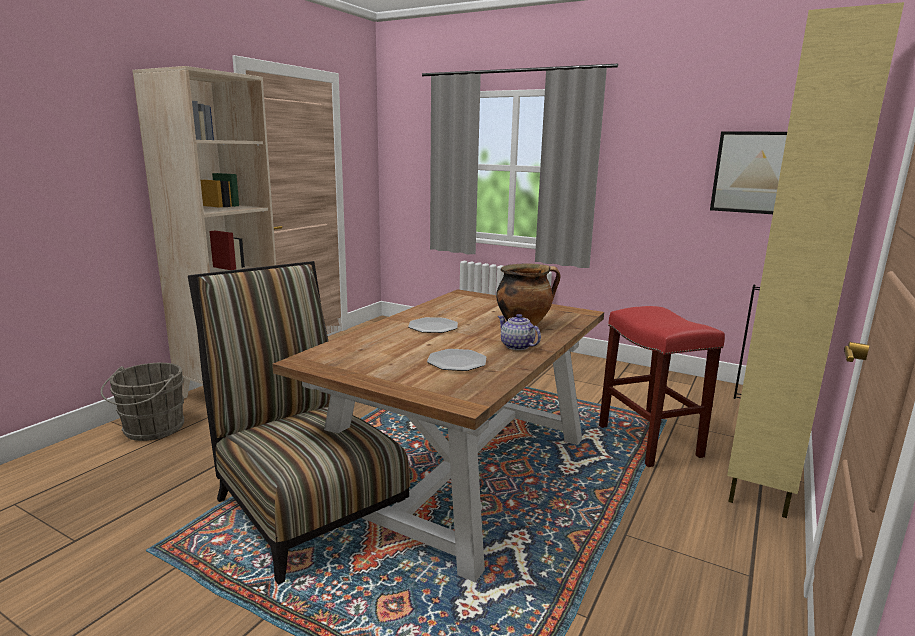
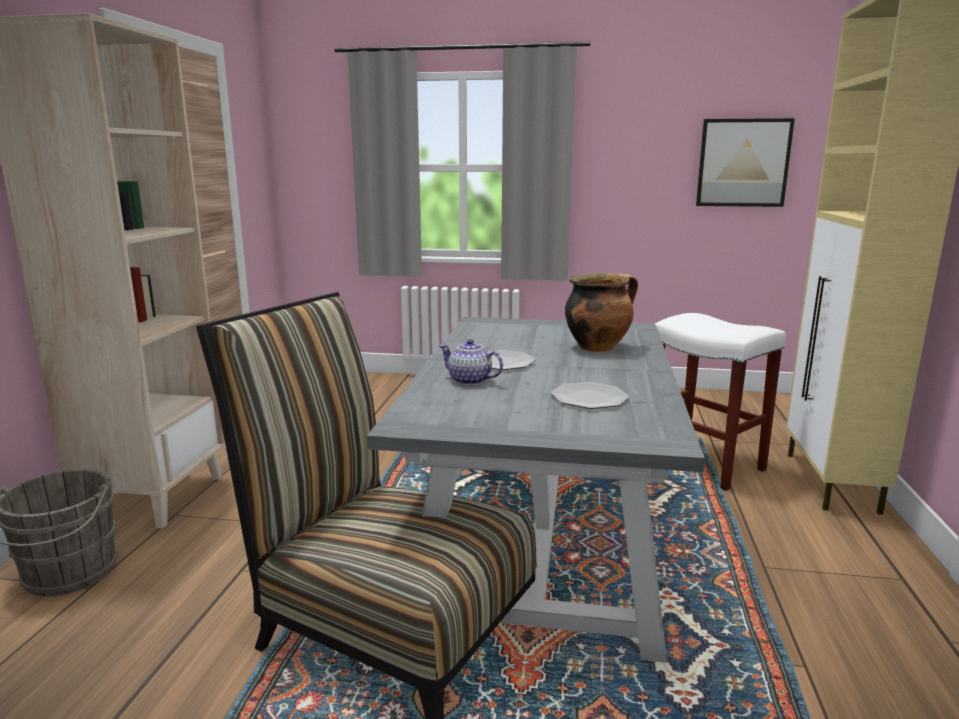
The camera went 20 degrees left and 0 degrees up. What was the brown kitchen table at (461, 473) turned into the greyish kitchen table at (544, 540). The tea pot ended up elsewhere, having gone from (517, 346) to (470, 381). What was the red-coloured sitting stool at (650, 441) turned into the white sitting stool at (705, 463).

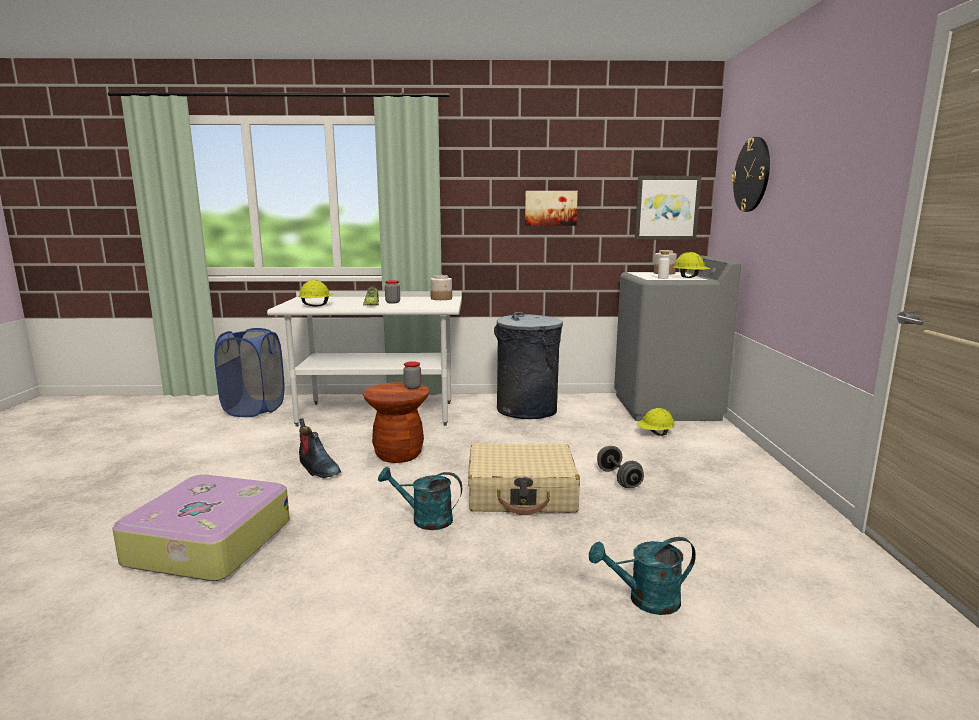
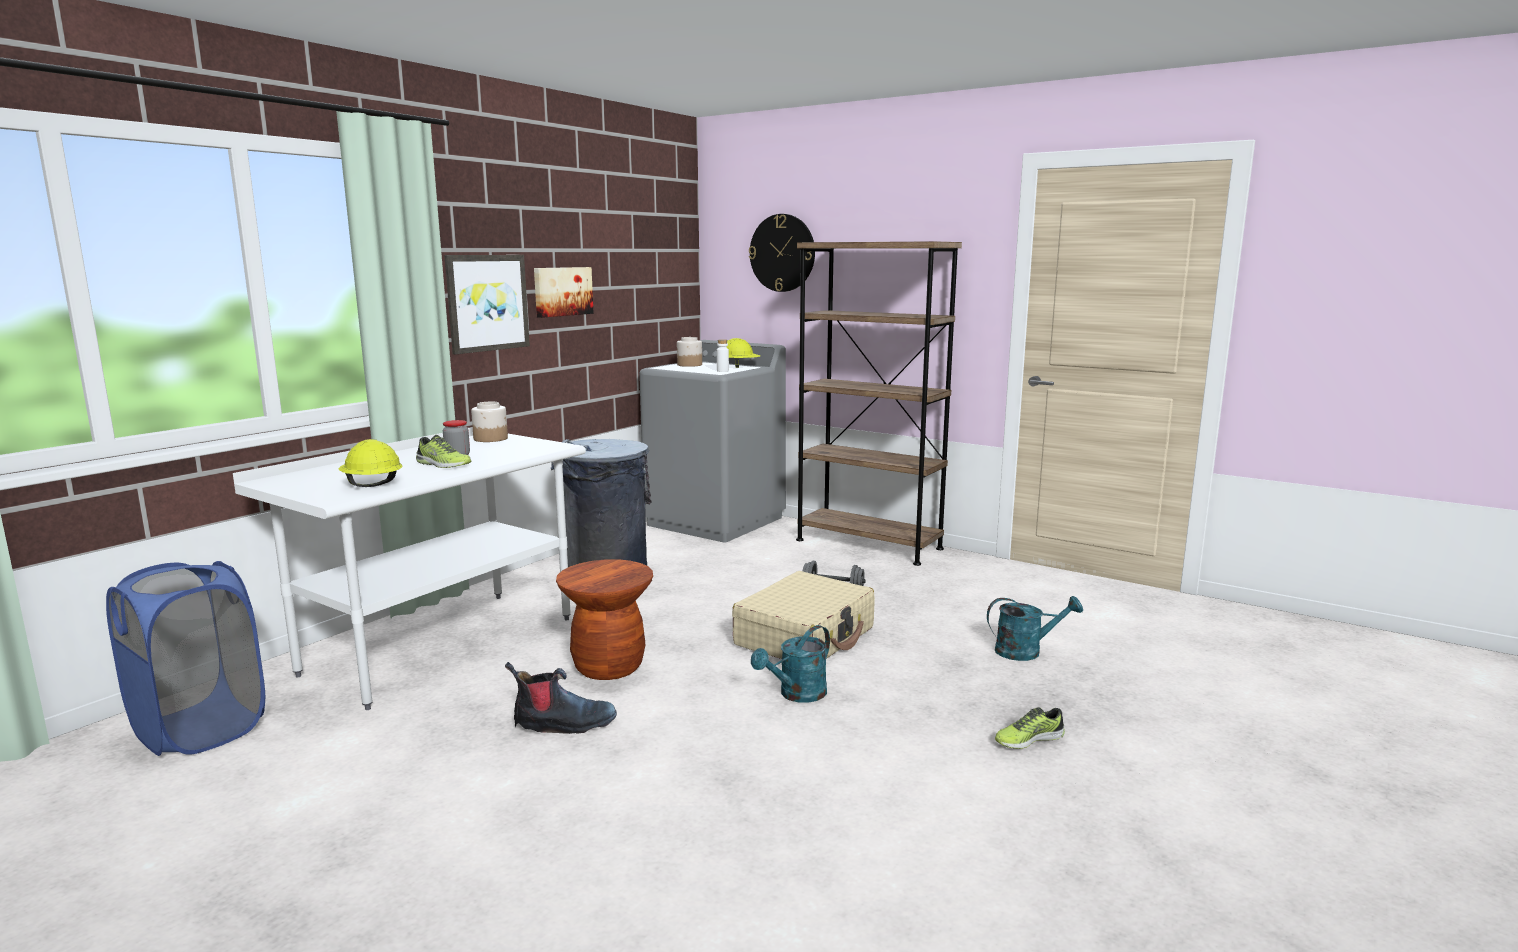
The camera went 55 degrees left and 0 degrees up. The wall art ended up elsewhere, having gone from (666, 208) to (487, 303). The second view gained the brown shelving unit at (868, 544). The blue-green watering can at (645, 600) ended up facing another way, 120 degrees counterclockwise from before. The second view gained the item of footwear at (1028, 739). The second view lost the travel case at (207, 543). The second view lost the preserve jar at (412, 387). The second view lost the yellow hard hat at (655, 434).

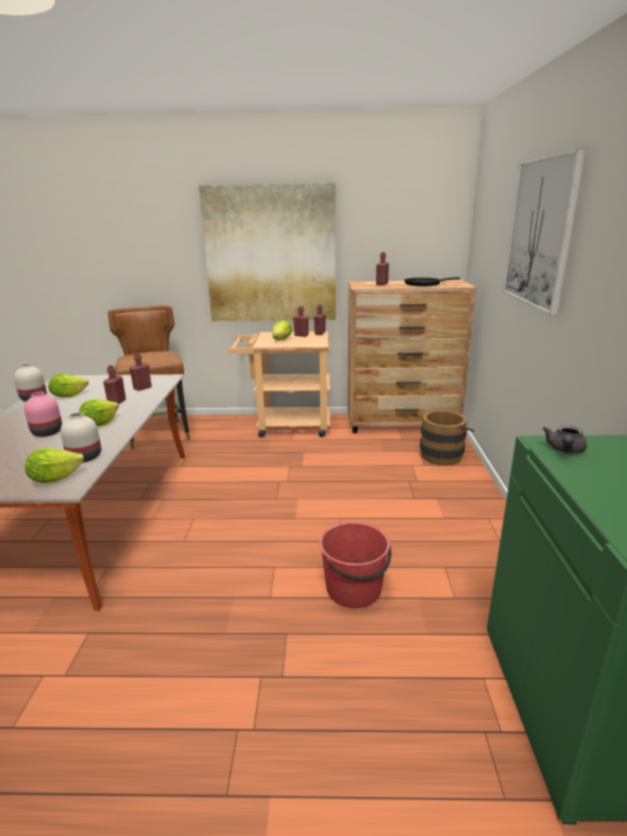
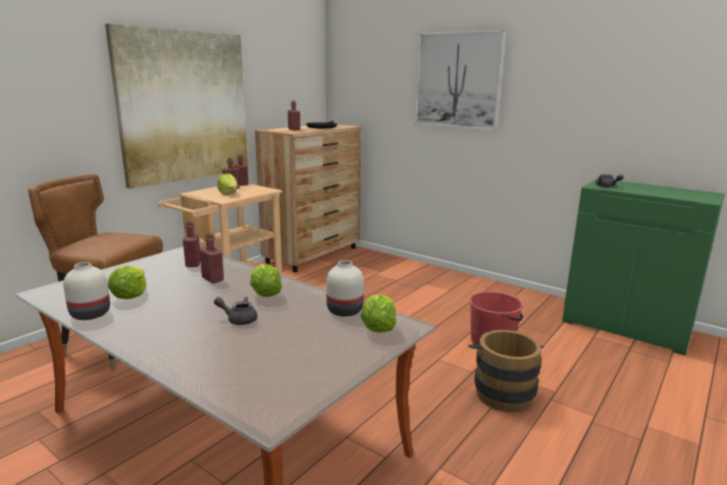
The camera went 55 degrees left and 5 degrees down. Where the pinkish flower vase stood at (46, 432), the greyish tea pot came to stand at (238, 319). The brown pail ended up elsewhere, having gone from (443, 454) to (502, 391).

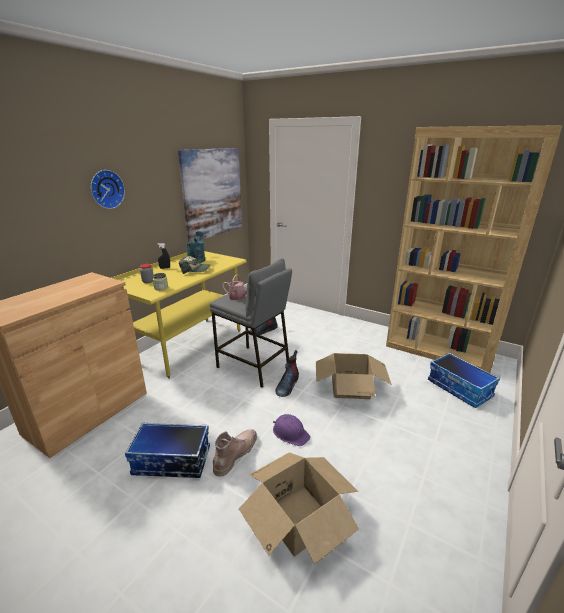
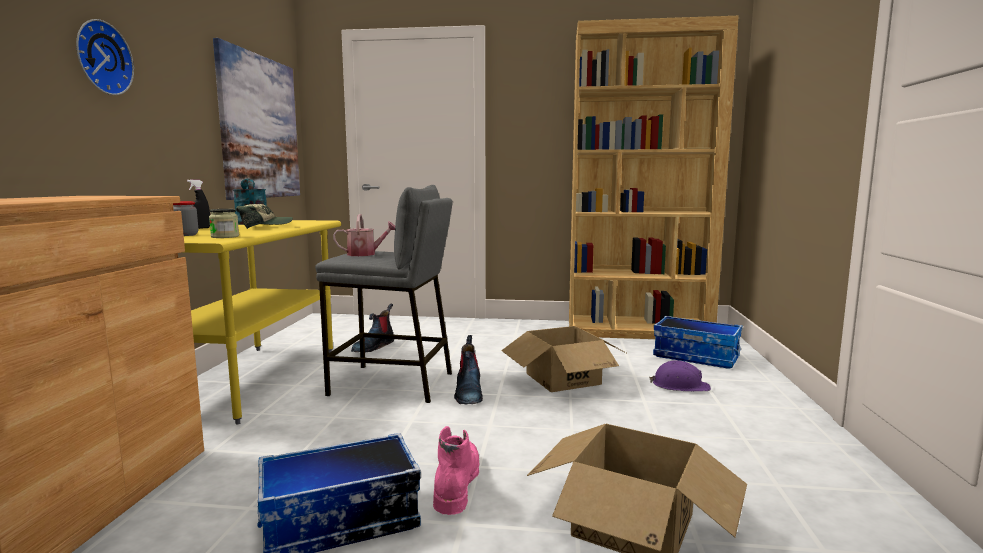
The camera went 25 degrees left and 15 degrees down. What was the brown tall boot at (235, 454) turned into the pinkish tall boot at (456, 482). The purple-coloured hard hat ended up elsewhere, having gone from (290, 433) to (680, 385).

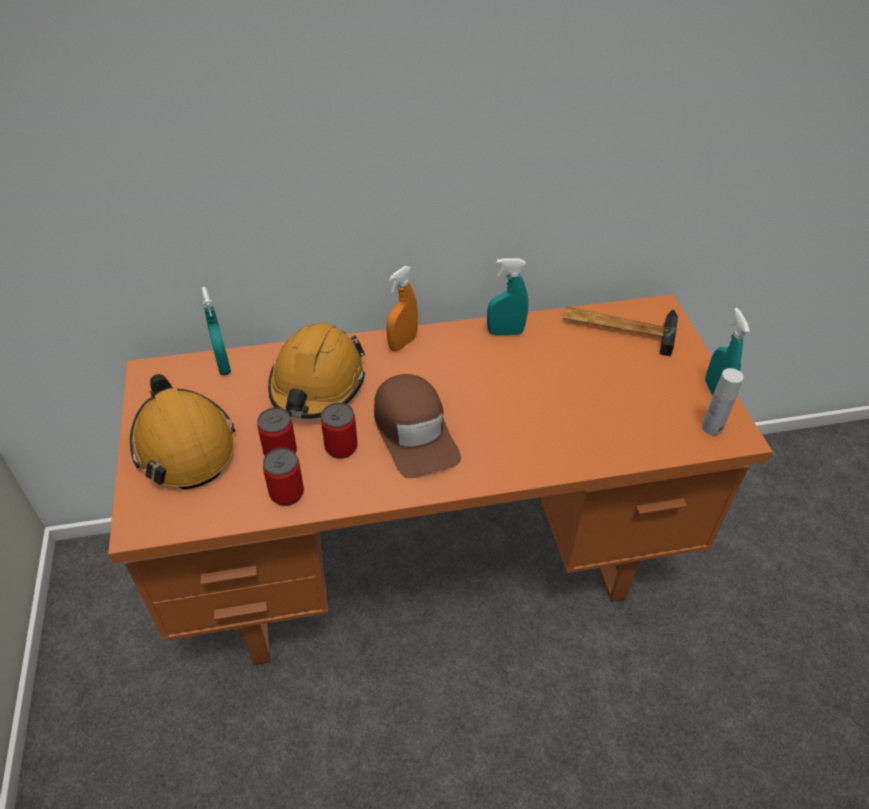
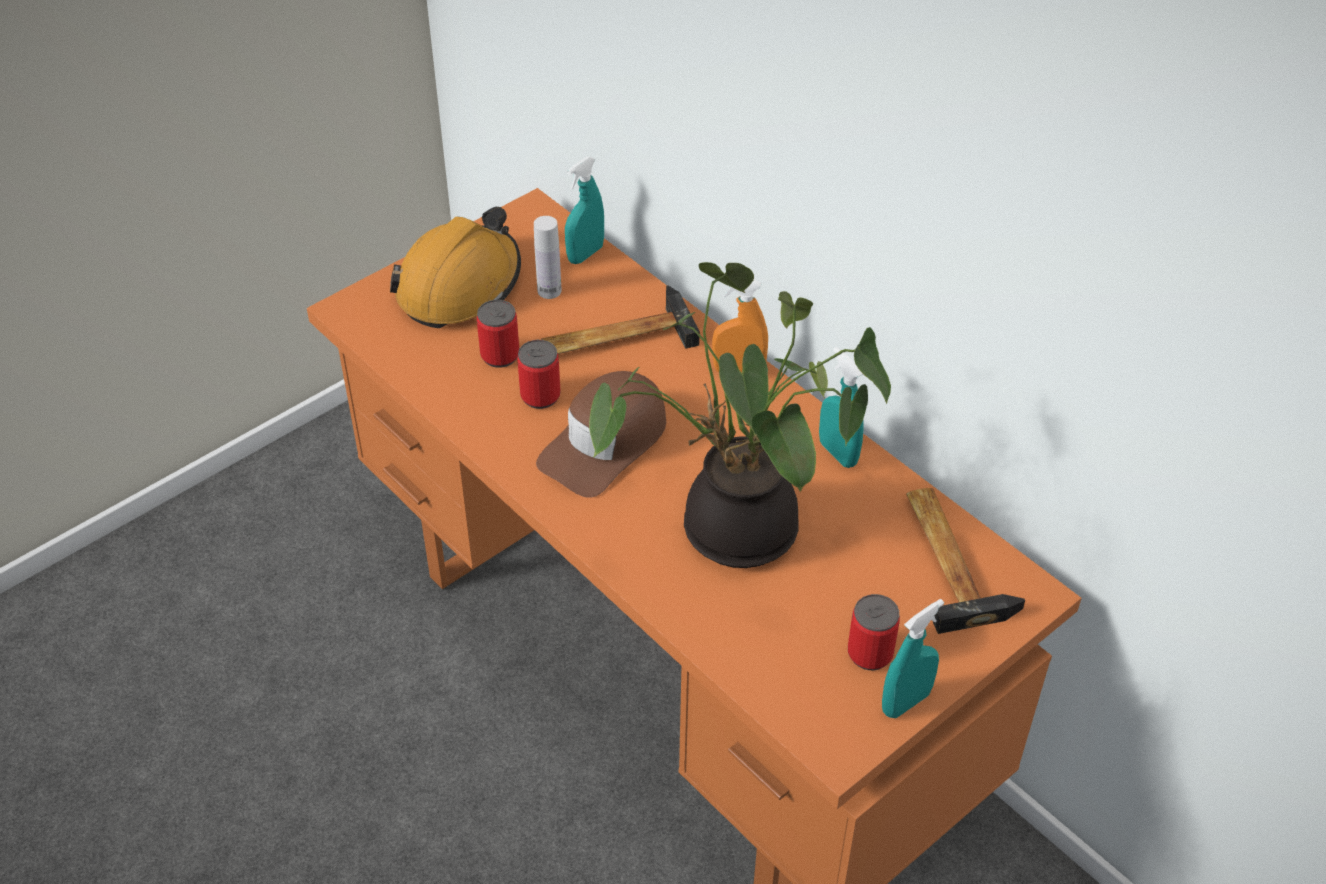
The camera went 60 degrees right and 0 degrees up. The white beverage bottle ended up elsewhere, having gone from (712, 427) to (549, 291). Where the orange hard hat stood at (317, 384), the tool hammer came to stand at (616, 335). The second view gained the potted plant at (733, 536). The metal can ended up elsewhere, having gone from (287, 493) to (870, 653).

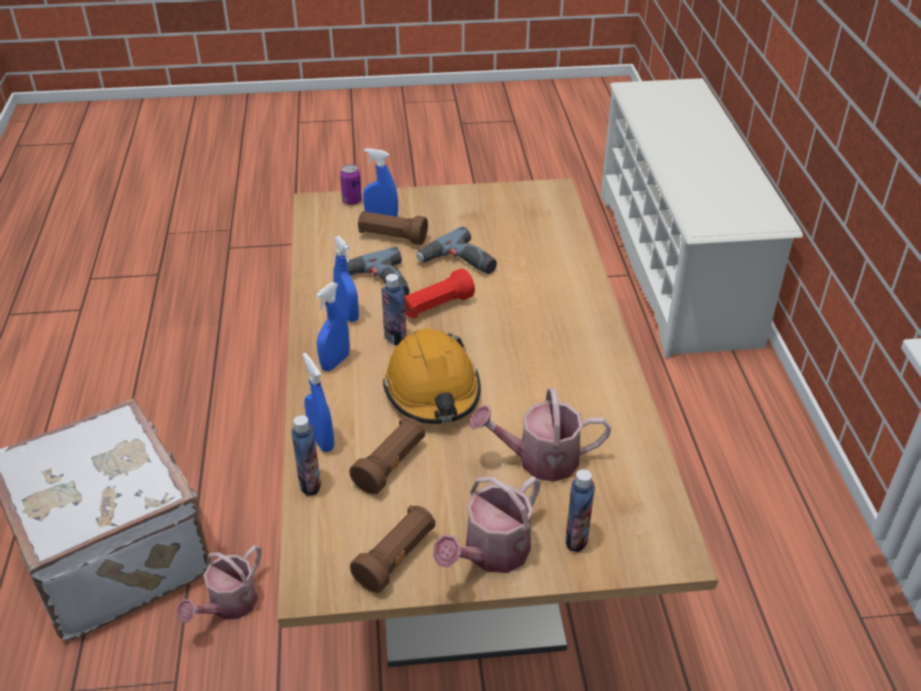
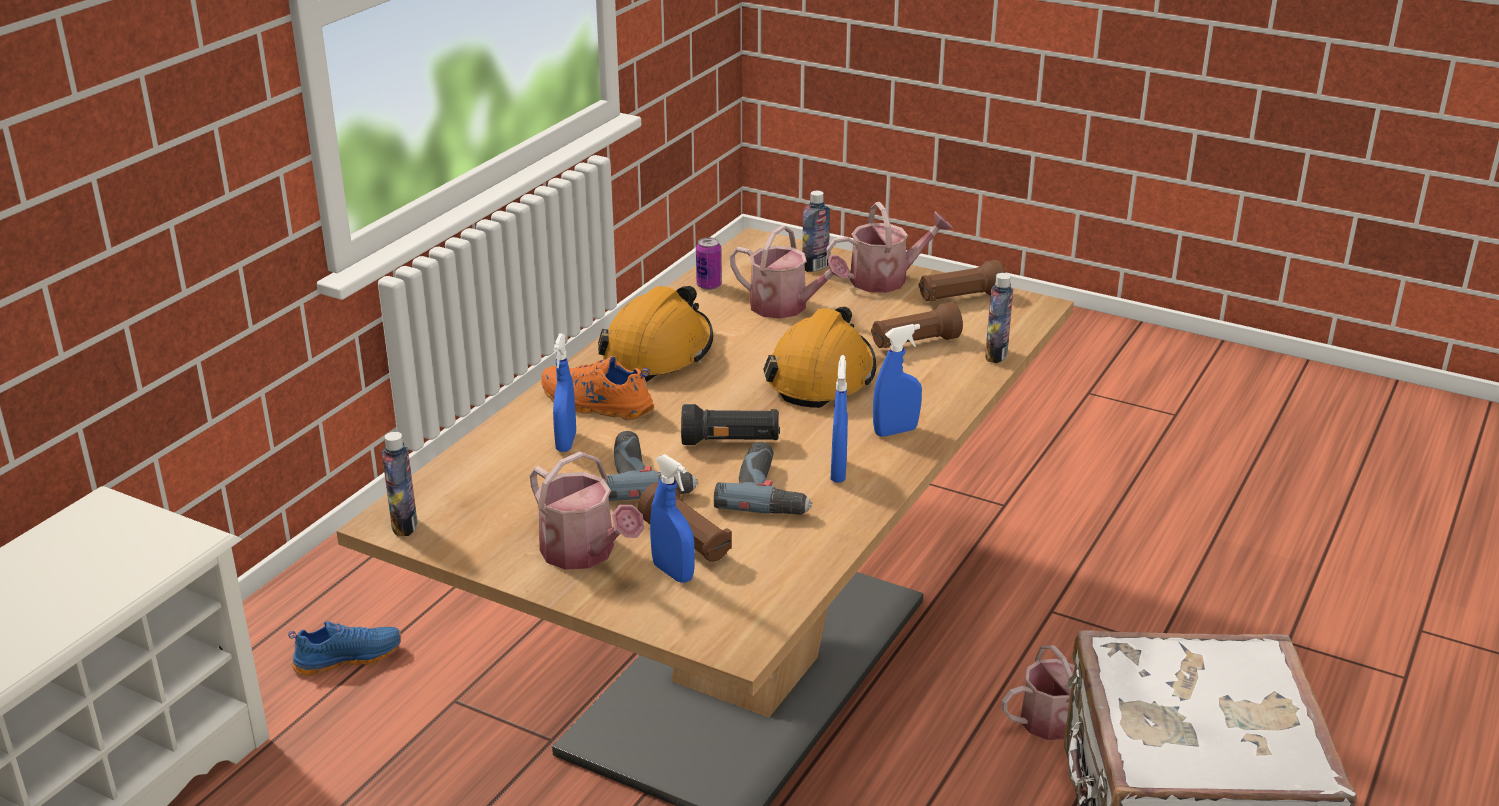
The camera went 145 degrees left and 10 degrees down. The second view gained the blue-coloured item of footwear at (348, 657). The beverage bottle ended up elsewhere, having gone from (395, 338) to (404, 526). The second view gained the watering can at (584, 553). The second view gained the orange item of footwear at (596, 405). The blue-coloured hand sprayer ended up elsewhere, having gone from (321, 440) to (566, 442). The second view gained the orange hard hat at (658, 352). What was the red-coloured hand torch at (436, 306) turned into the black hand torch at (731, 442). The metal can ended up elsewhere, having gone from (352, 201) to (709, 285).

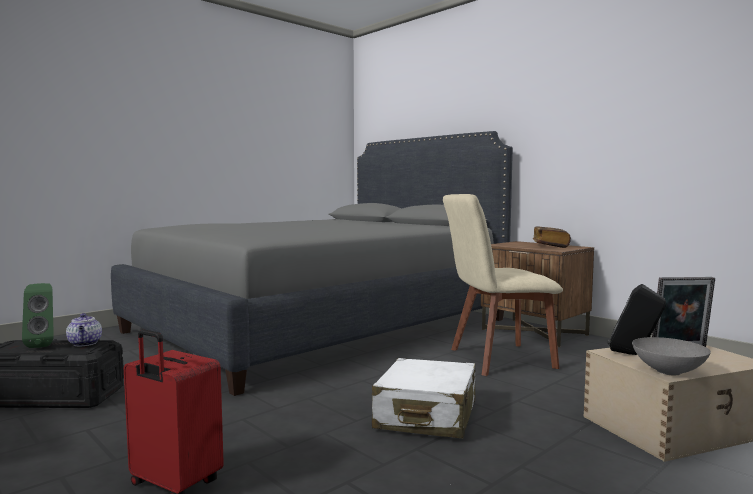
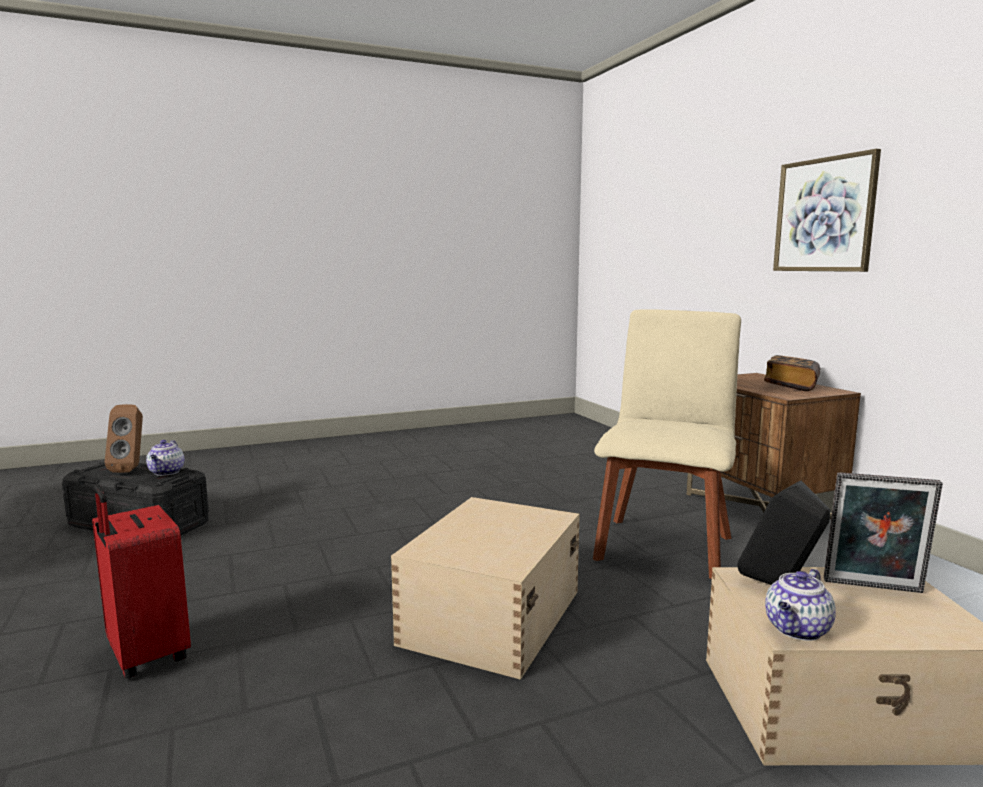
The camera went 20 degrees right and 5 degrees up. What was the greenish audio speaker at (42, 345) turned into the brown audio speaker at (131, 469). Where the white travel case stood at (426, 415), the sand-coloured storage container came to stand at (490, 617). The sand-coloured upright chair at (496, 359) ended up facing another way, 105 degrees clockwise from before. Where the greyish deep dish stood at (669, 372), the tea pot came to stand at (797, 630). The second view gained the wall art at (824, 215). The second view lost the greyish sleeping bed at (322, 325).

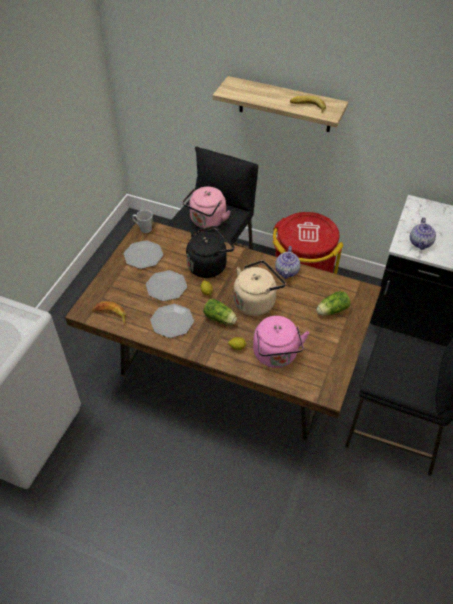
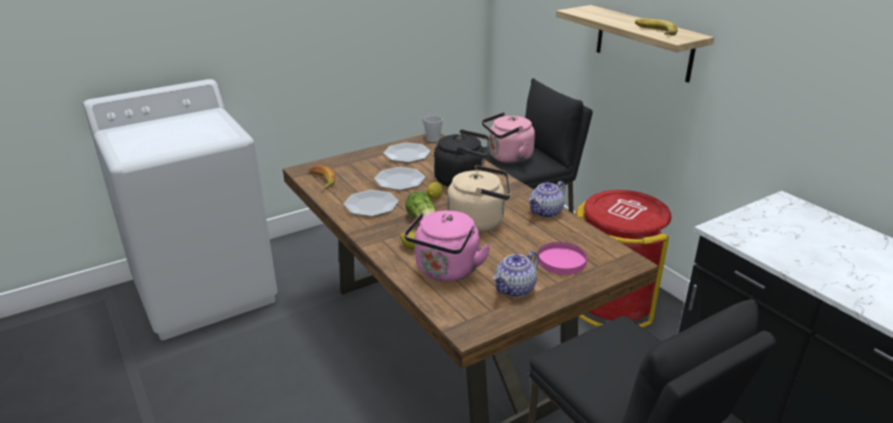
The camera went 35 degrees right and 20 degrees down. The tea pot ended up elsewhere, having gone from (420, 243) to (515, 289). Where the head of lettuce stood at (331, 310), the pinkish plate came to stand at (562, 261).

